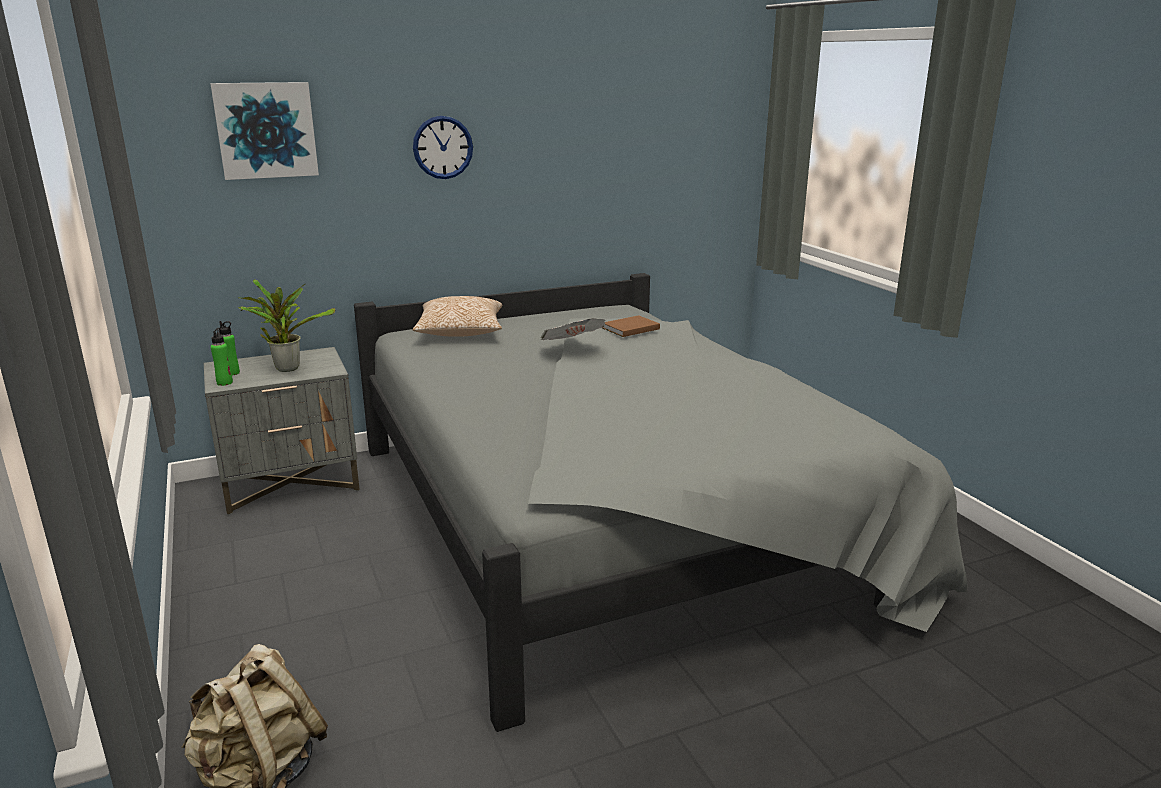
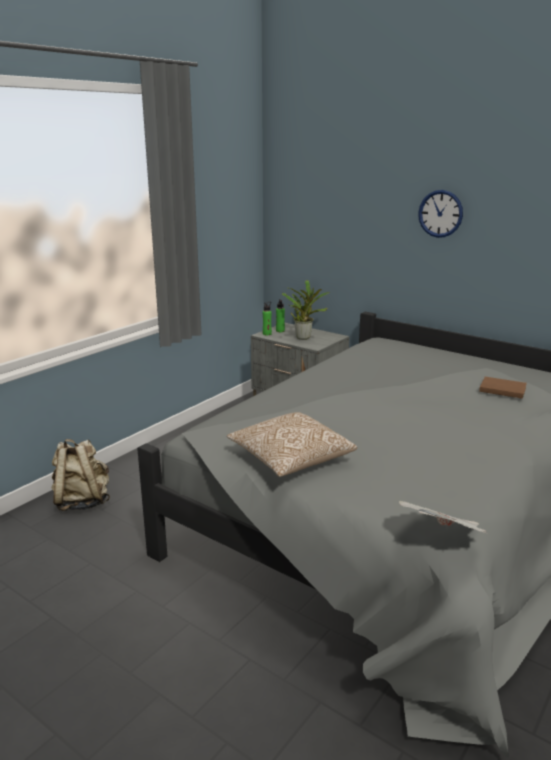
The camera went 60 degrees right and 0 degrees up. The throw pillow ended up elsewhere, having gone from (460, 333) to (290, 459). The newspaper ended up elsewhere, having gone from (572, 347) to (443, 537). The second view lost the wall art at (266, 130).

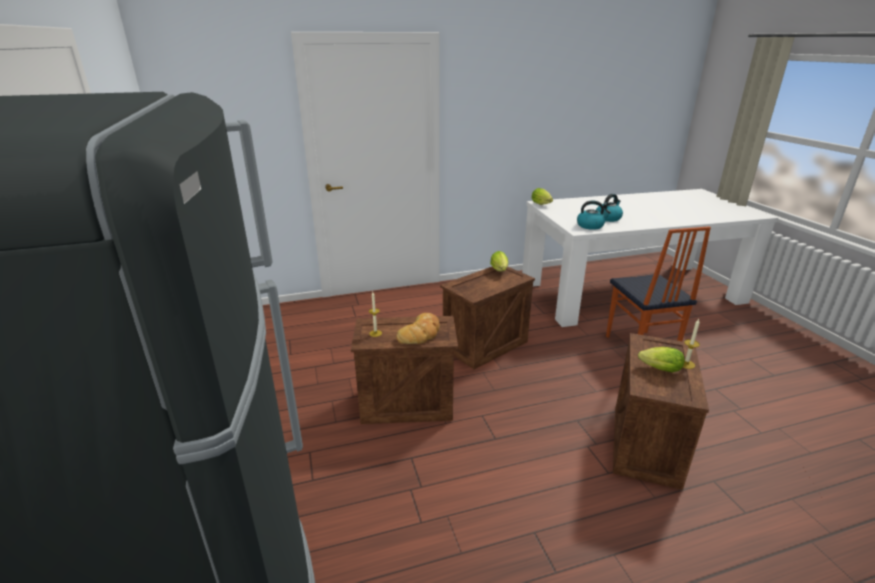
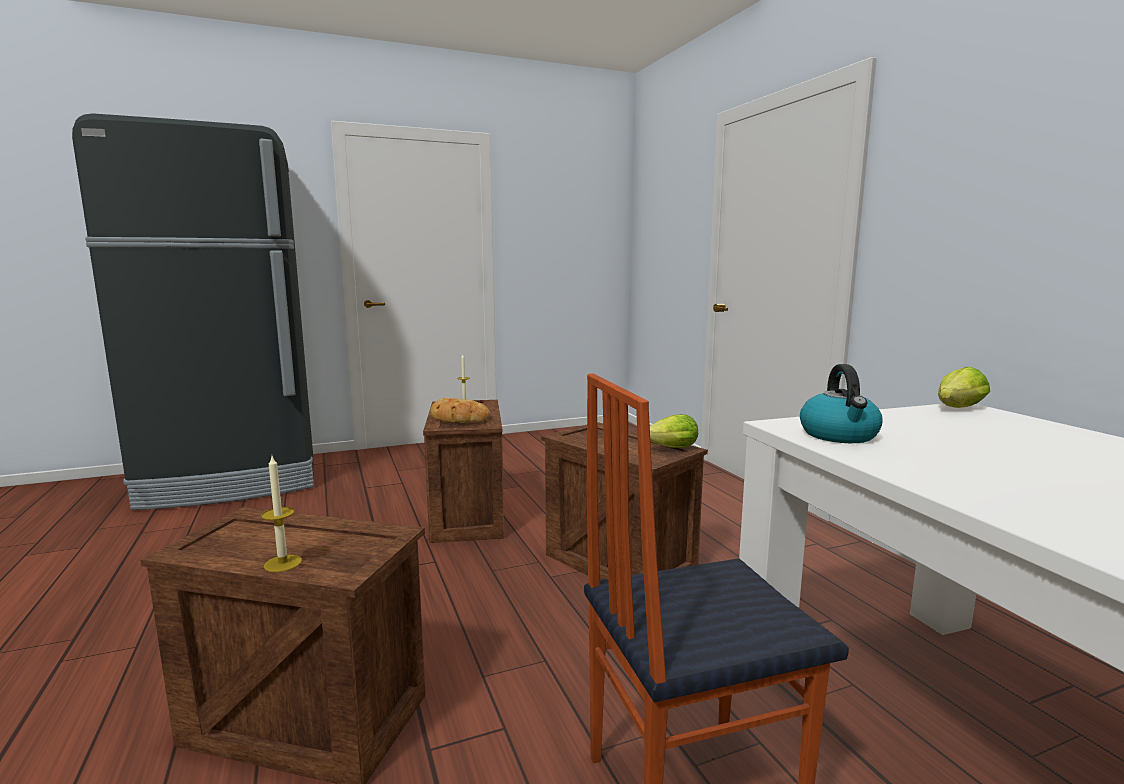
The camera went 85 degrees right and 15 degrees down. The second view lost the water kettle at (608, 218). The second view lost the head of lettuce at (657, 369).

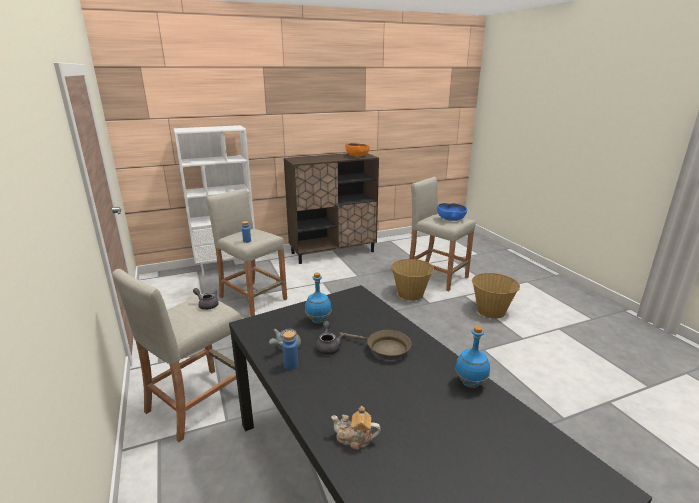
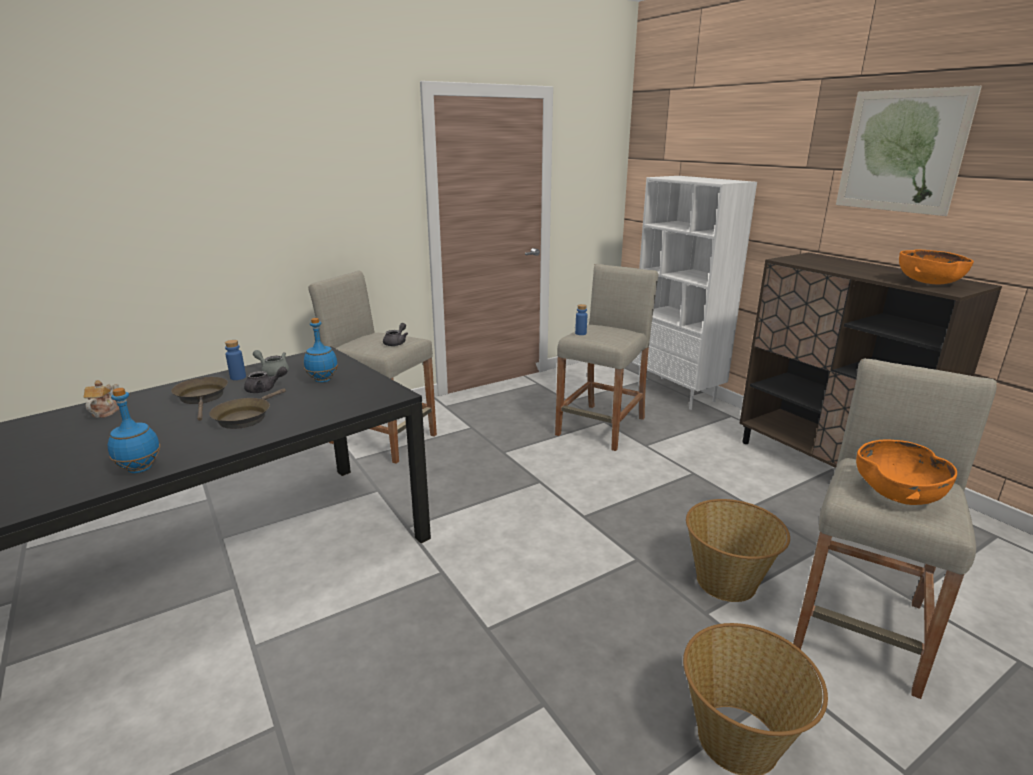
The camera went 80 degrees right and 0 degrees up. The second view gained the brown skillet at (202, 398). The second view gained the wall art at (901, 151). What was the blue-coloured deep dish at (450, 219) turned into the orange deep dish at (898, 494).

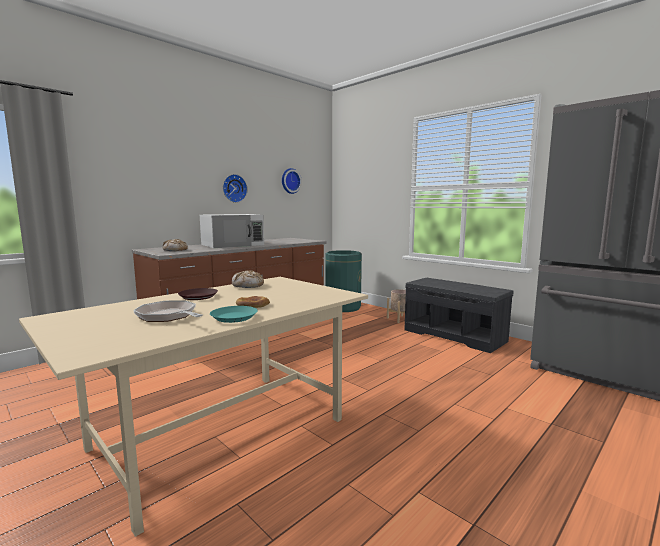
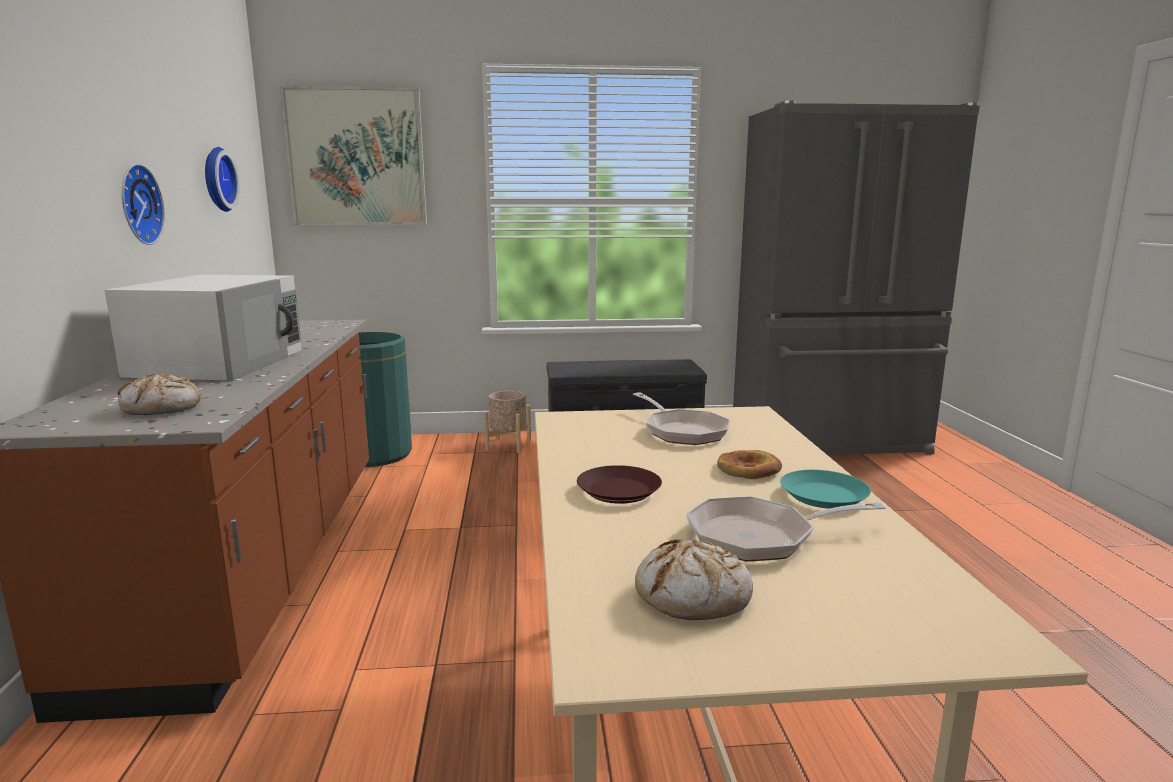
The camera went 50 degrees left and 5 degrees up. The second view gained the wall art at (356, 157). The second view gained the skillet at (682, 431). The baked bread ended up elsewhere, having gone from (248, 285) to (693, 595).

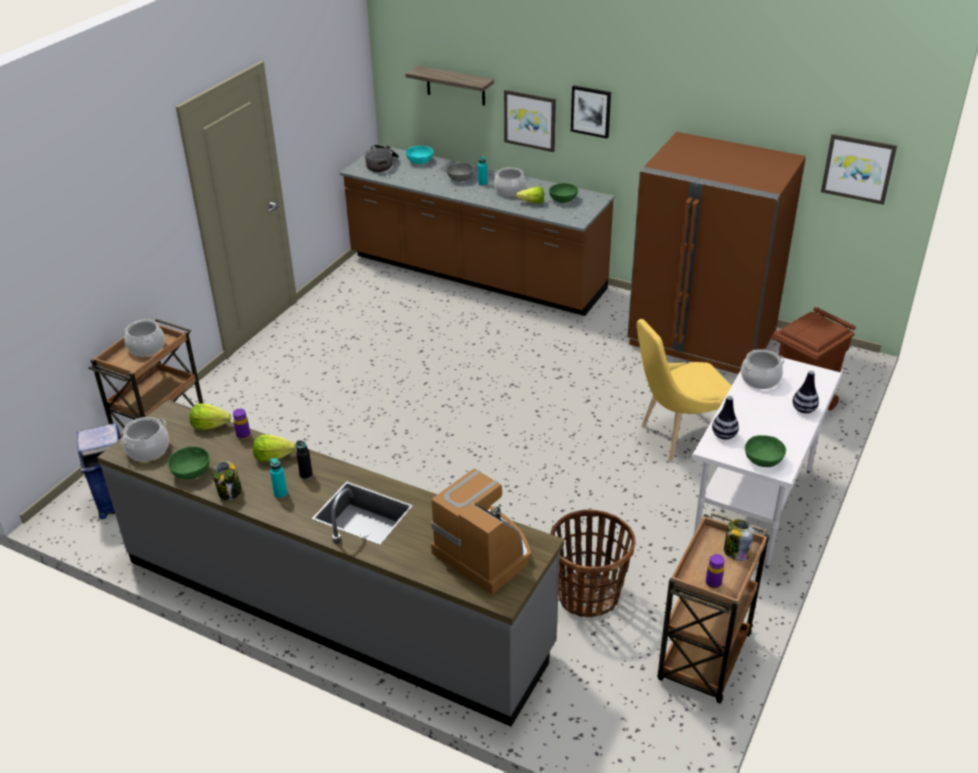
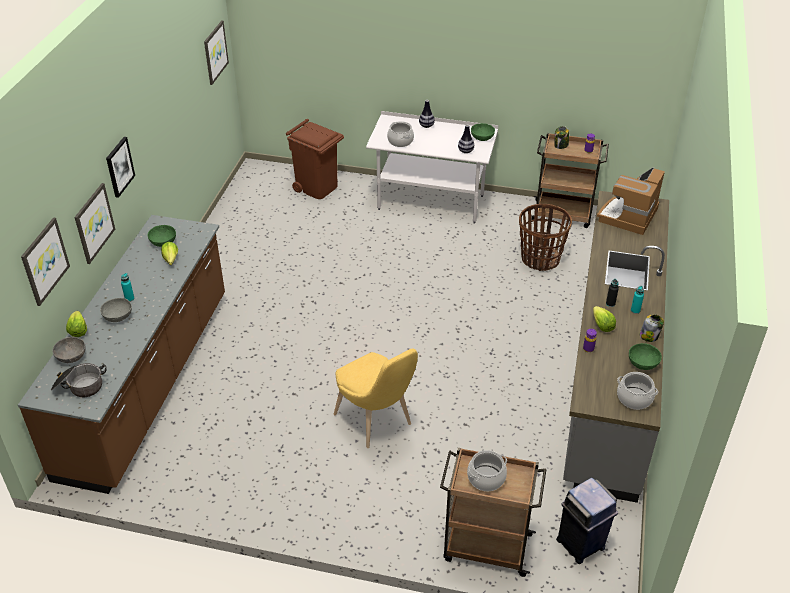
The camera went 105 degrees left and 5 degrees up. Where the bracket shelf hung at (455, 86), the wall art came to hang at (44, 261). What was the blue-green deep dish at (419, 161) turned into the greyish deep dish at (71, 357). The head of lettuce ended up elsewhere, having gone from (210, 425) to (78, 330). The yellow upright chair ended up elsewhere, having gone from (677, 437) to (376, 422). The second view lost the saucepot at (510, 190). The second view lost the brown kitchen fridge at (702, 339).

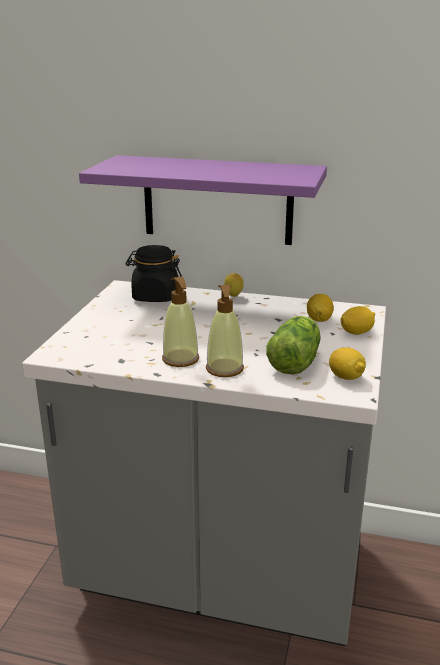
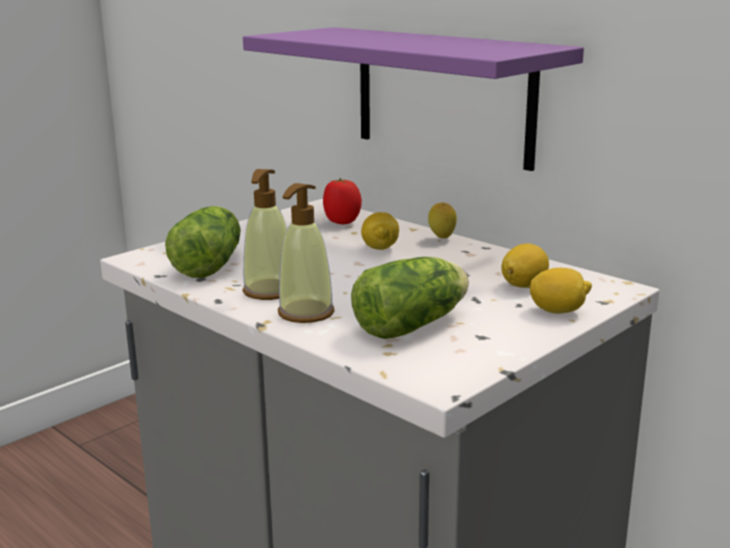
The camera went 30 degrees right and 5 degrees down. The second view gained the head of lettuce at (211, 264). Where the black preserve jar stood at (155, 296), the whole tomato came to stand at (342, 222). The lemon ended up elsewhere, having gone from (346, 377) to (380, 248).

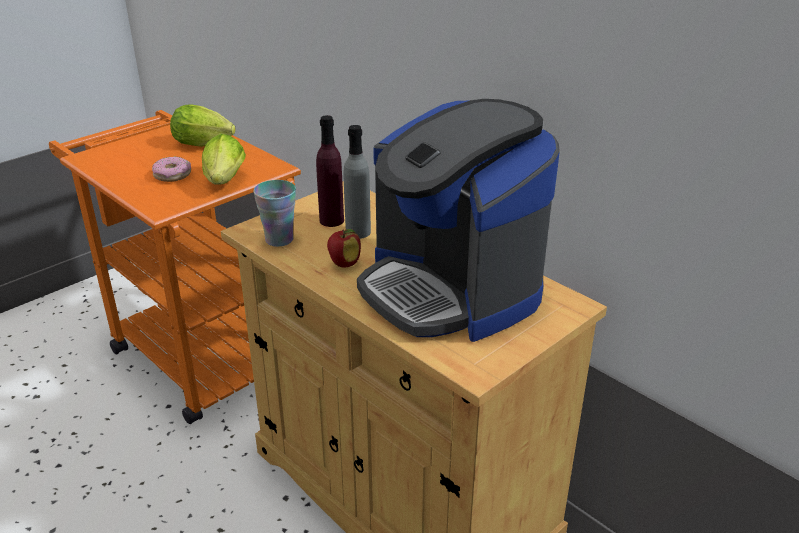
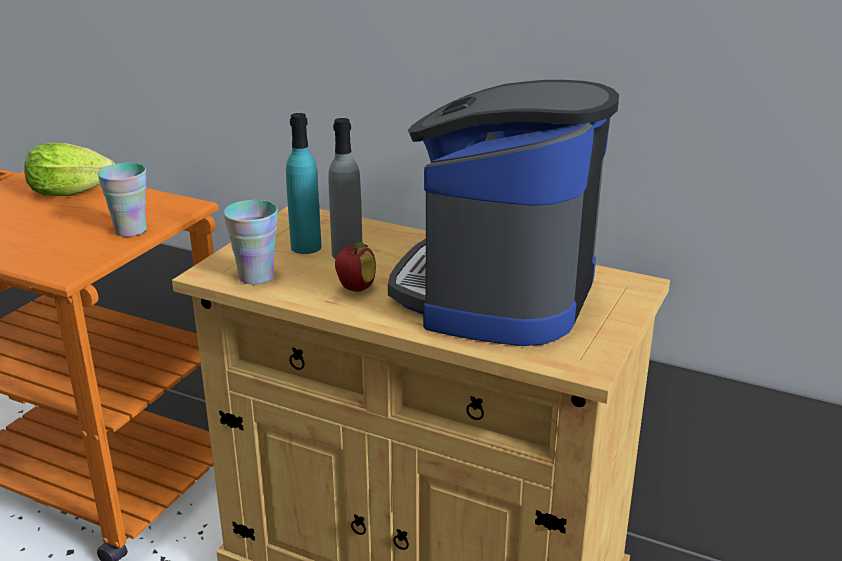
The camera went 20 degrees left and 5 degrees down. Where the head of lettuce stood at (224, 183), the drinking cup came to stand at (131, 230). What was the purple-coloured beverage bottle at (331, 220) turned into the blue-green beverage bottle at (306, 247). The coffee maker at (451, 290) ended up facing another way, 75 degrees clockwise from before. The second view lost the doughnut at (172, 175).

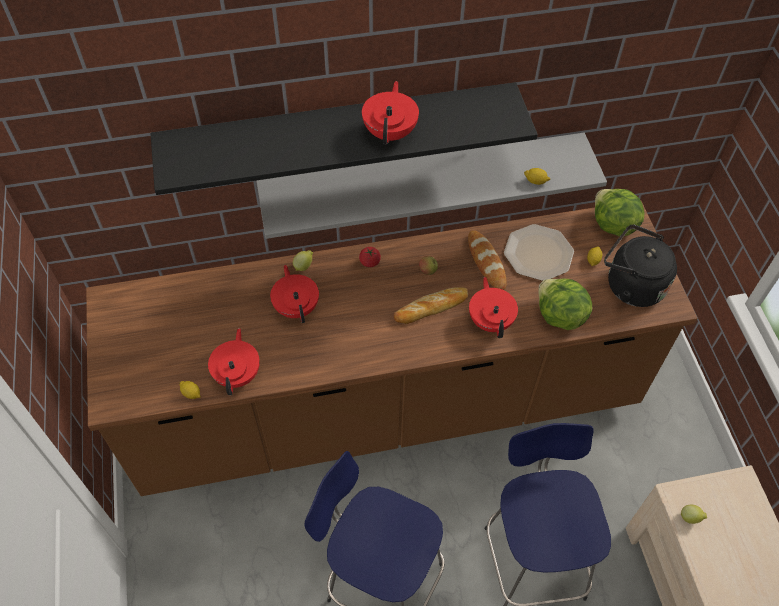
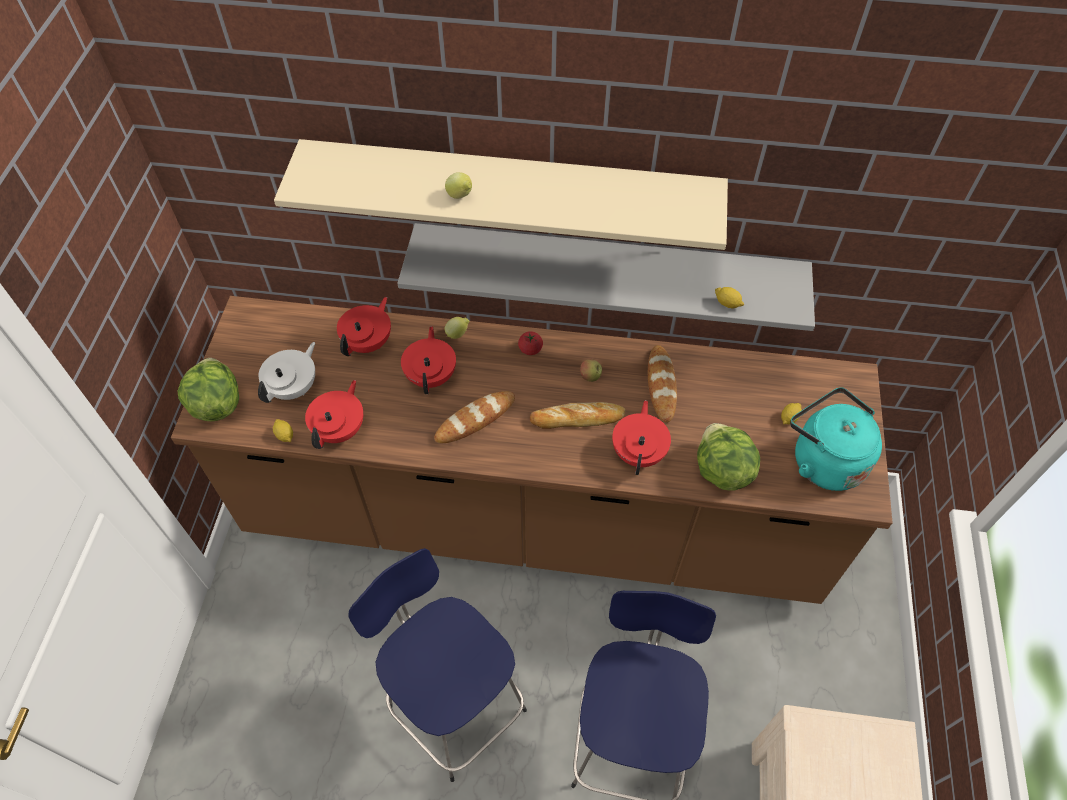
The camera went 20 degrees right and 0 degrees up. The head of lettuce ended up elsewhere, having gone from (612, 225) to (216, 404). The second view gained the white tea pot at (294, 388). What was the black bracket shelf at (339, 131) turned into the sand-coloured bracket shelf at (510, 188). The red-coloured tea pot ended up elsewhere, having gone from (390, 132) to (369, 342). The second view gained the baked bread at (475, 419). The lemon ended up elsewhere, having gone from (690, 518) to (460, 196). What was the black water kettle at (631, 285) turned into the blue-green water kettle at (823, 460). The second view lost the plate at (538, 253).

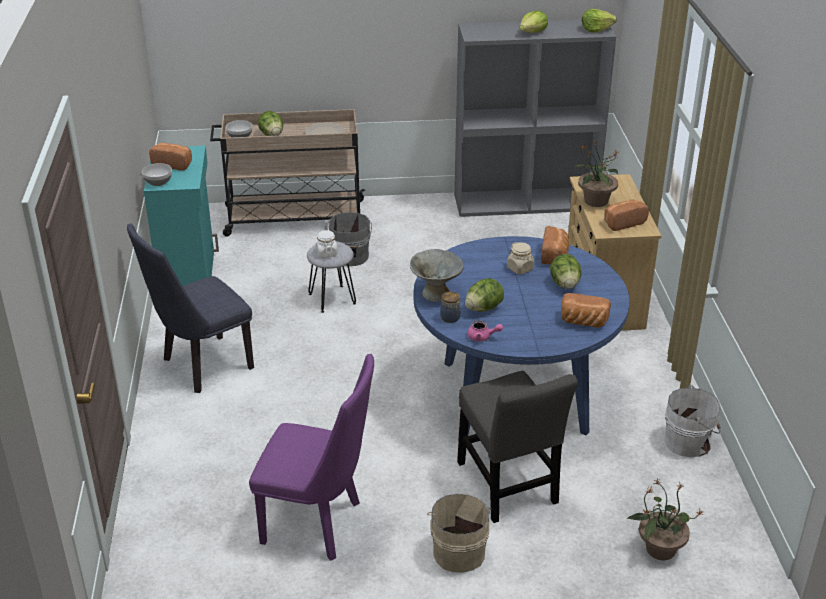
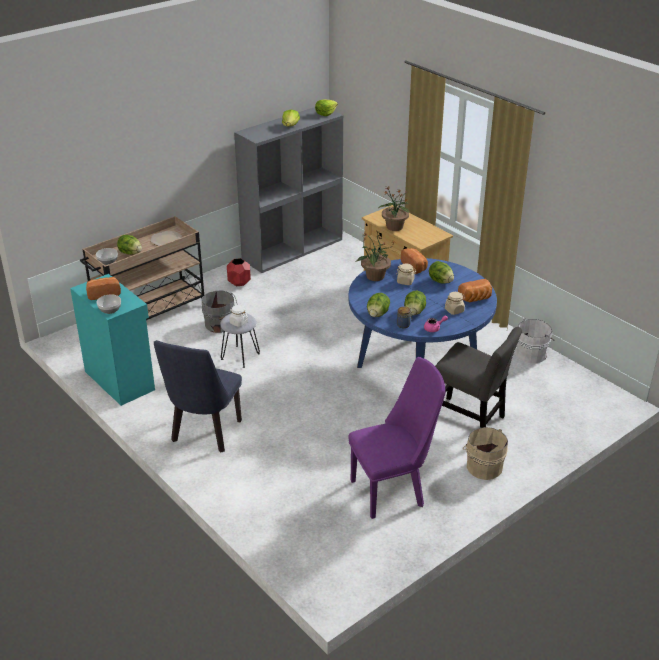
The camera went 35 degrees left and 0 degrees up. The second view gained the red-coloured planter at (239, 282). The potted plant ended up elsewhere, having gone from (659, 549) to (374, 276). Where the greyish deep dish stood at (436, 294), the head of lettuce came to stand at (377, 314). The second view gained the sand-coloured preserve jar at (454, 310). The second view lost the baked bread at (622, 222).

